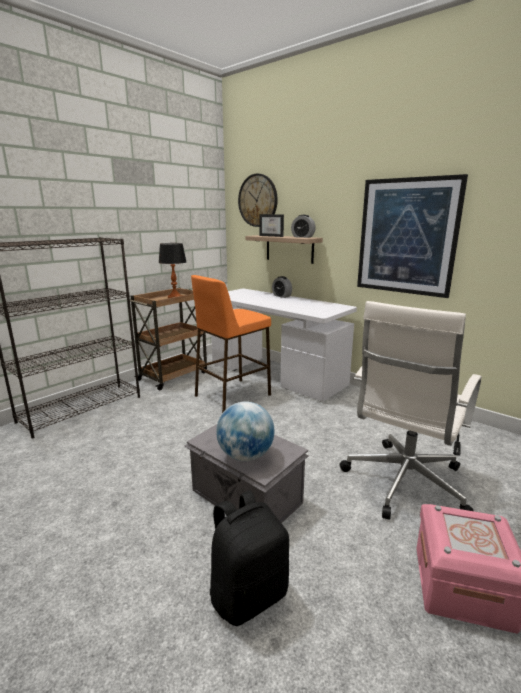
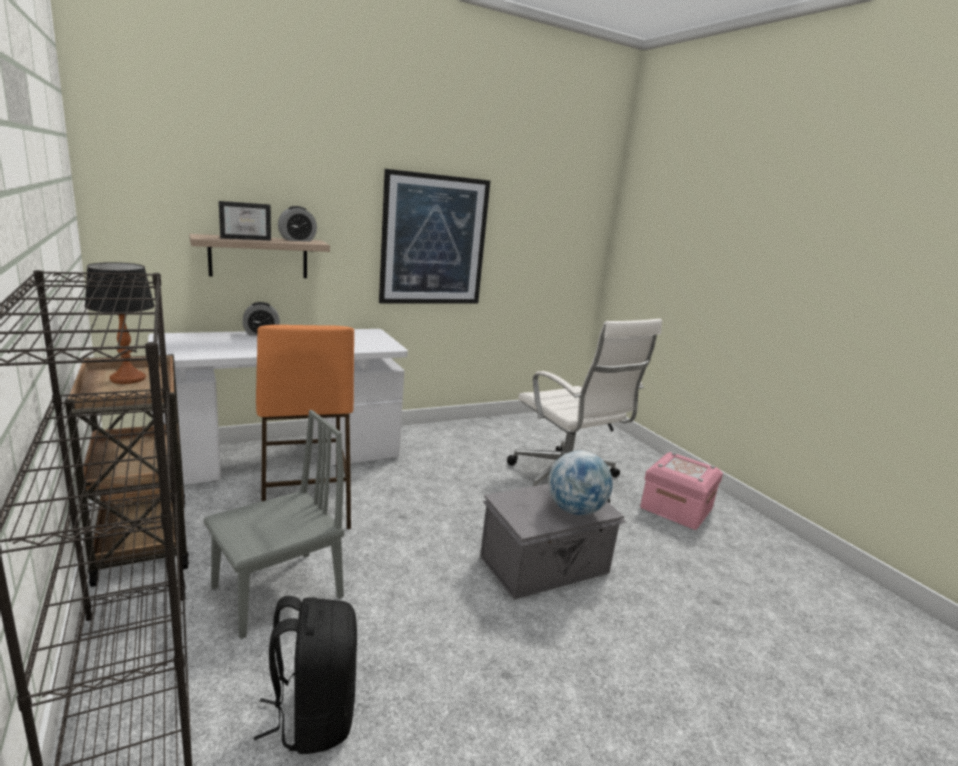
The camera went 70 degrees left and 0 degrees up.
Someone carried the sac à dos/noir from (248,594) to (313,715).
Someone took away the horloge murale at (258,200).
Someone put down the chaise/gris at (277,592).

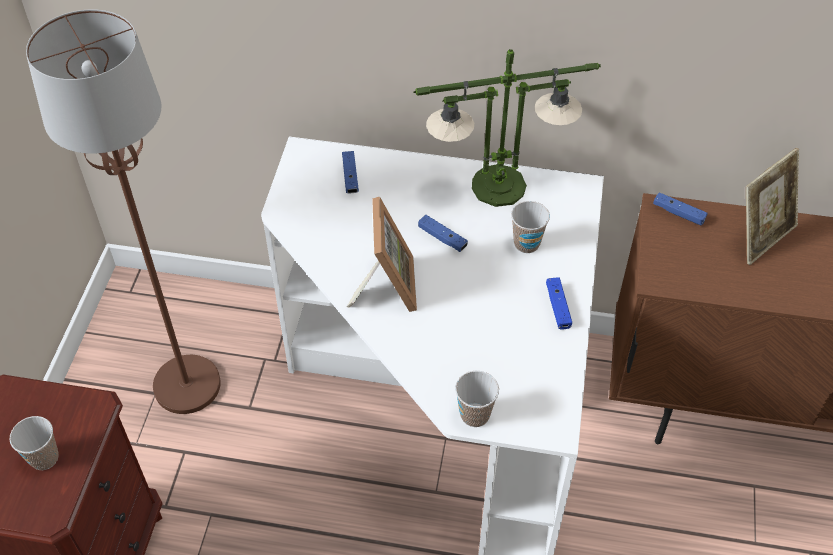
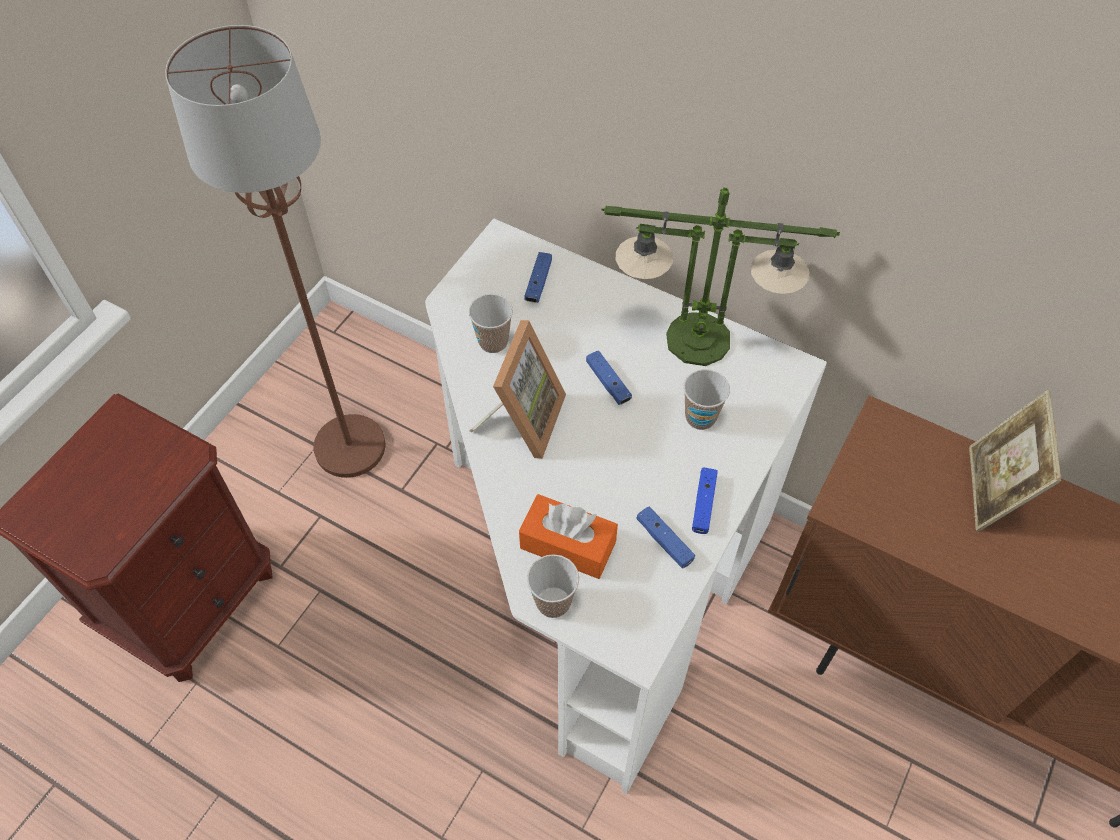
The camera went 20 degrees right and 5 degrees up.
Someone carried the tasse from (44,458) to (493,342).
Someone carried the manette/bleu from (678,213) to (664,541).
Someone rotated the cadre photo at (761,236) by 120 degrees clockwise.
Someone put down the boîte à mouchoirs/orange at (568,545).

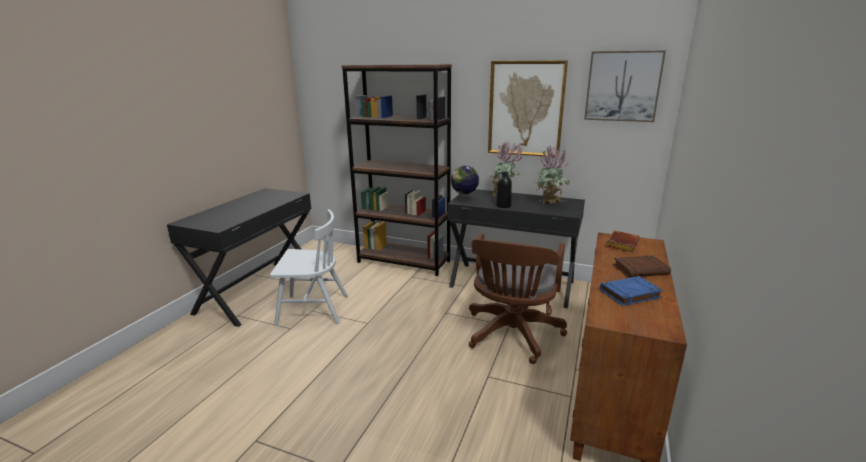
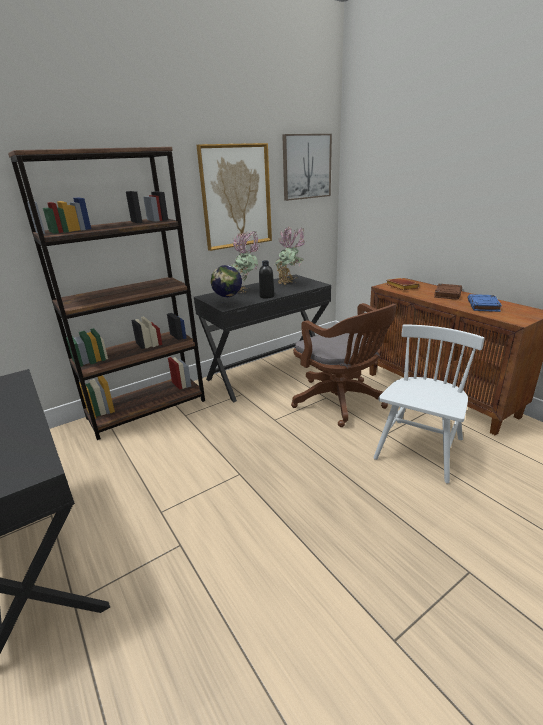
The camera went 55 degrees left and 5 degrees up.
Someone carried the chaise/blanc from (312,310) to (419,449).

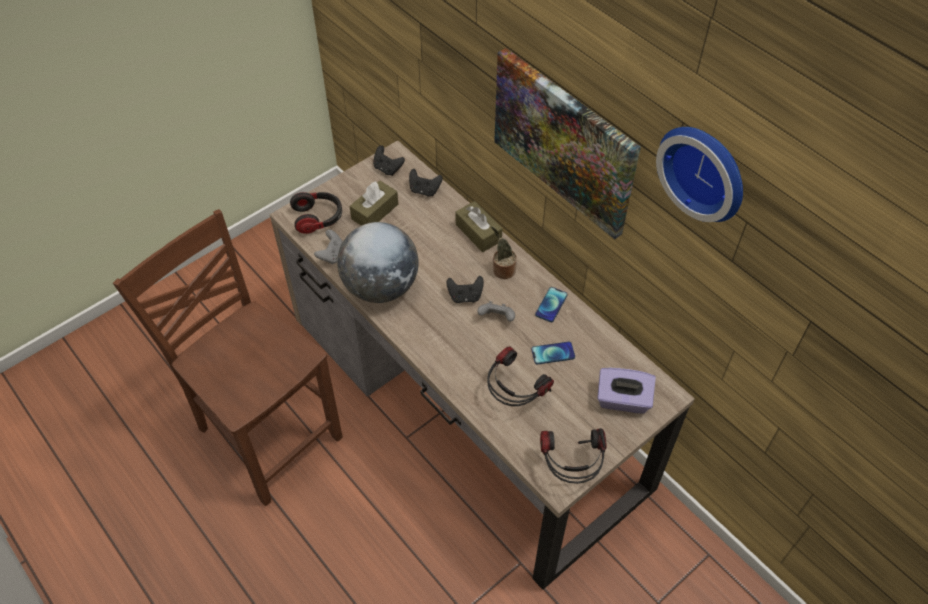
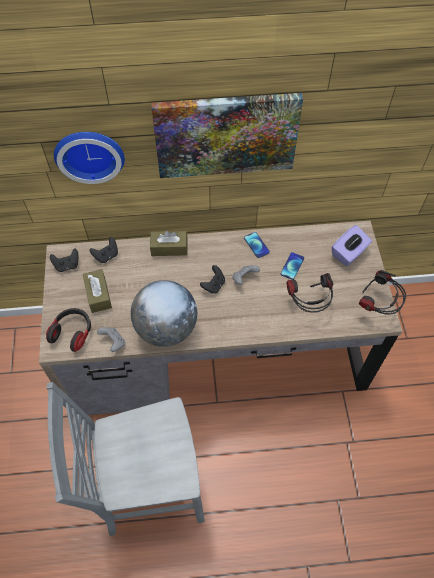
The camera went 55 degrees left and 5 degrees up.
Someone repainted the chaise/marron at (267,433), which became the chaise/gris at (148,489).
Someone took away the plante en pot at (502,269).
Someone carried the horloge murale from (705,170) to (89,153).

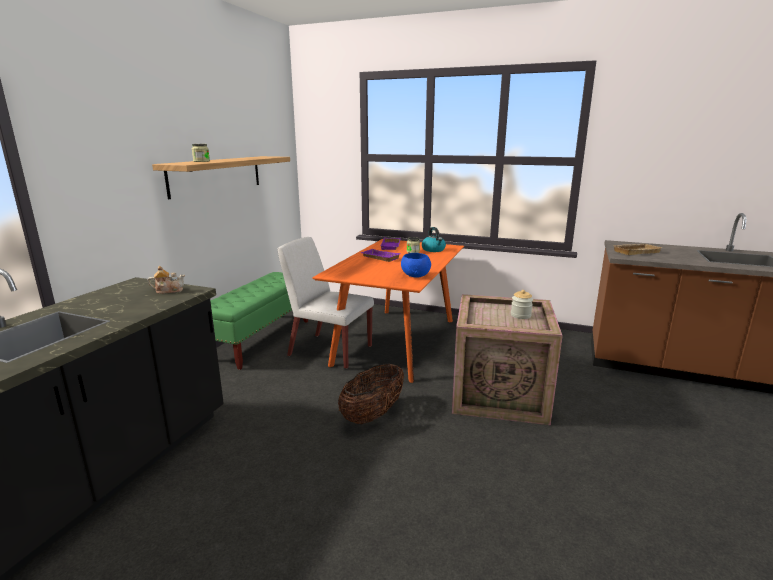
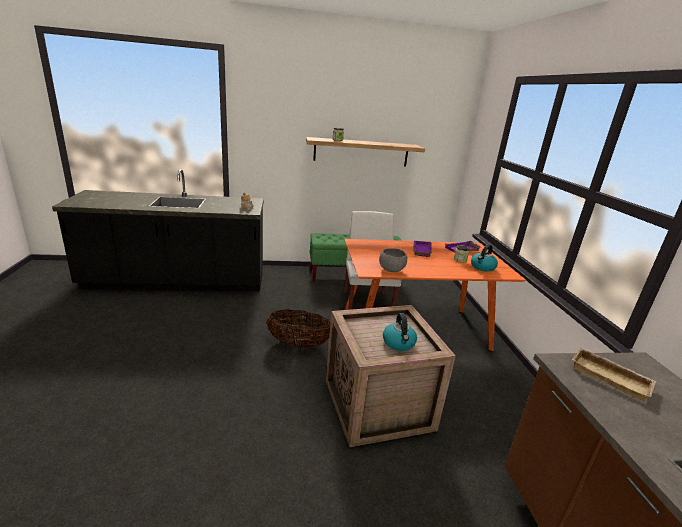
The camera went 60 degrees right and 5 degrees up.
Someone repainted the bol/bleu at (415,275), which became the bol/gris at (391,269).
Someone swapped the bocal at (520,315) for the bouilloire at (399,343).

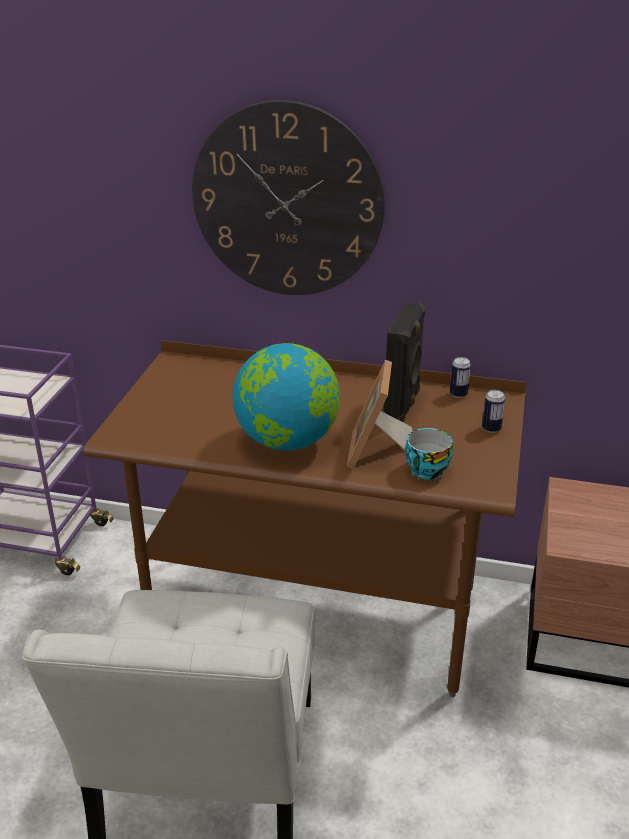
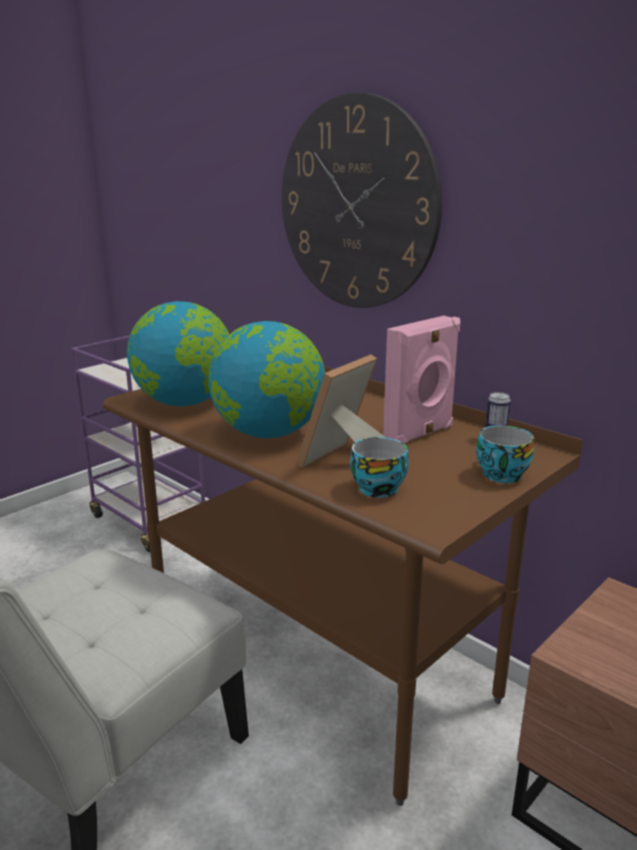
The camera went 30 degrees right and 10 degrees down.
Someone repainted the enceinte/noir at (403,406), which became the enceinte/rose at (420,434).
Someone swapped the boîte métallique at (491,428) for the tasse at (499,473).
Someone put down the globe at (184,403).

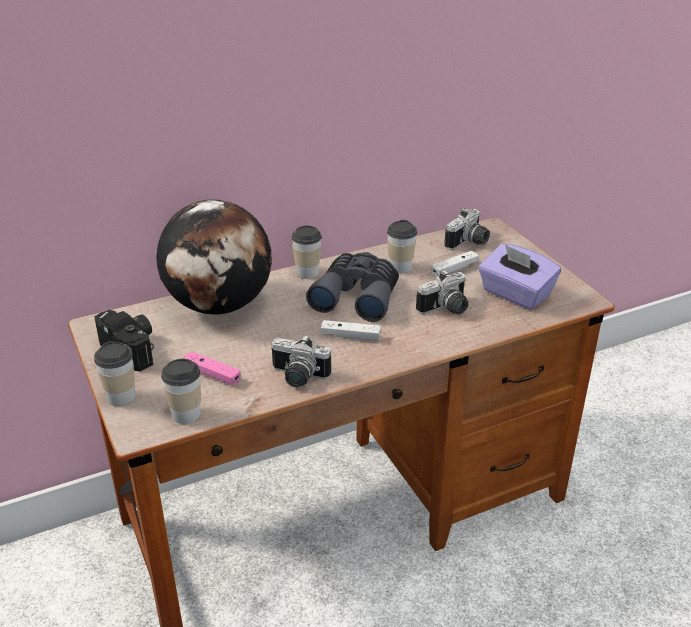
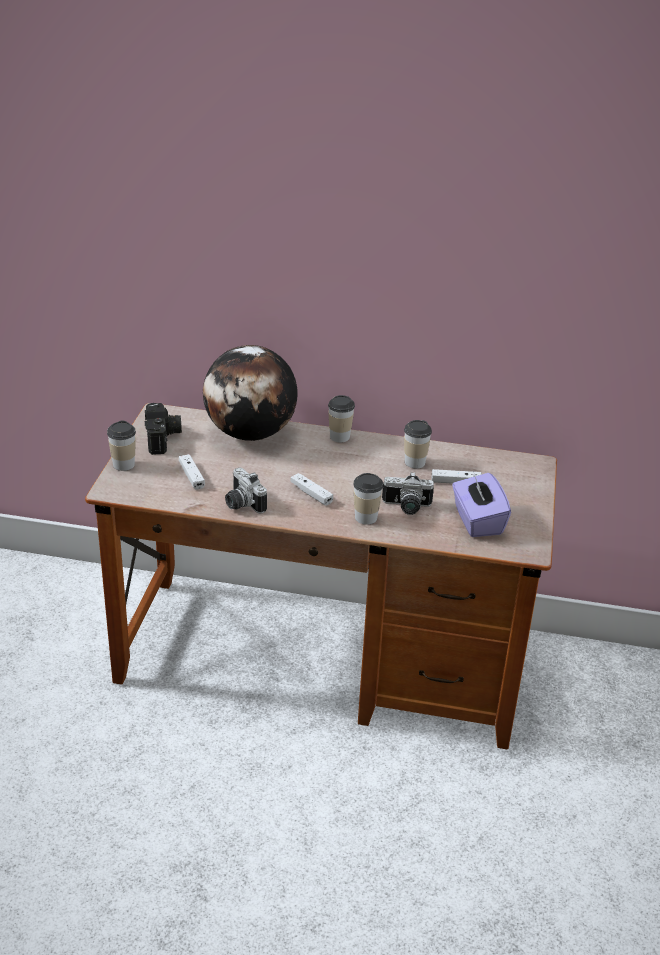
The camera went 35 degrees right and 0 degrees up.
Someone carried the tasse from (186,414) to (366,517).
Someone repainted the manette/rose at (212,374), which became the manette/blanc at (191,476).
Someone took away the jumelles/gris at (357,296).
Someone took away the appareil photo at (469,243).

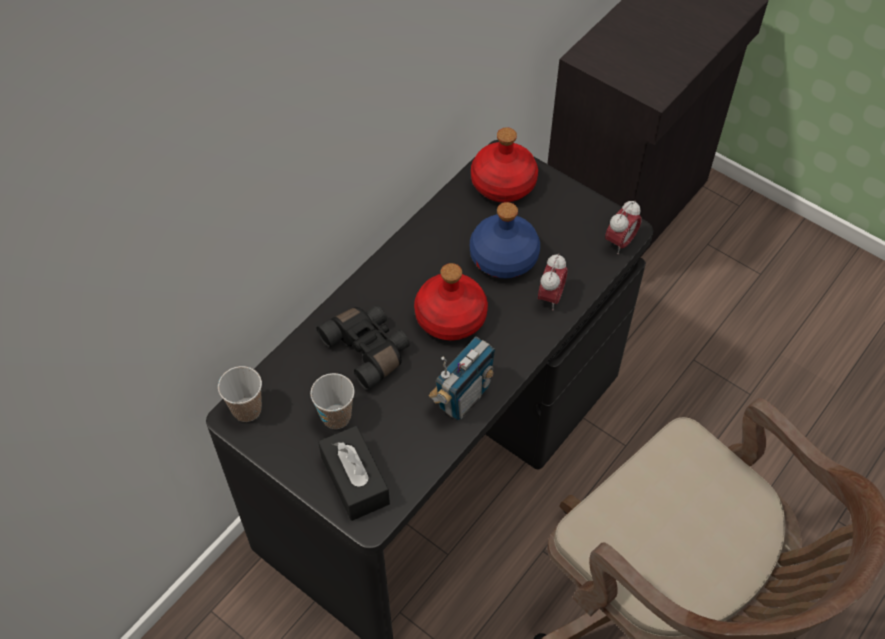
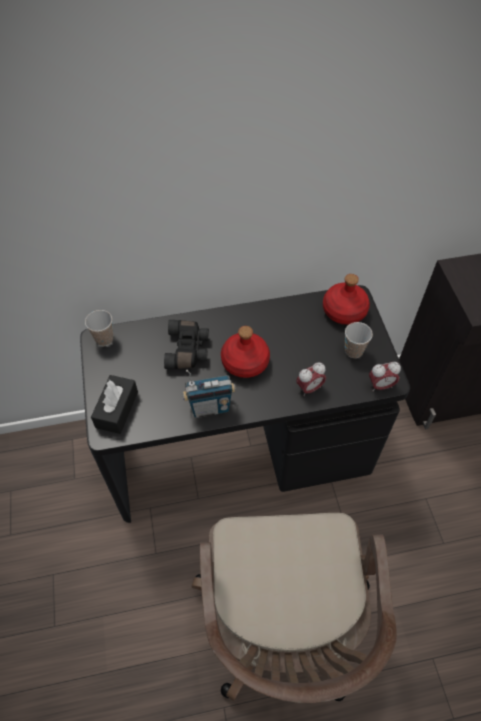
The camera went 40 degrees right and 0 degrees up.
Someone carried the tasse from (336,417) to (353,351).
Someone took away the bouteille/bleu at (503,257).

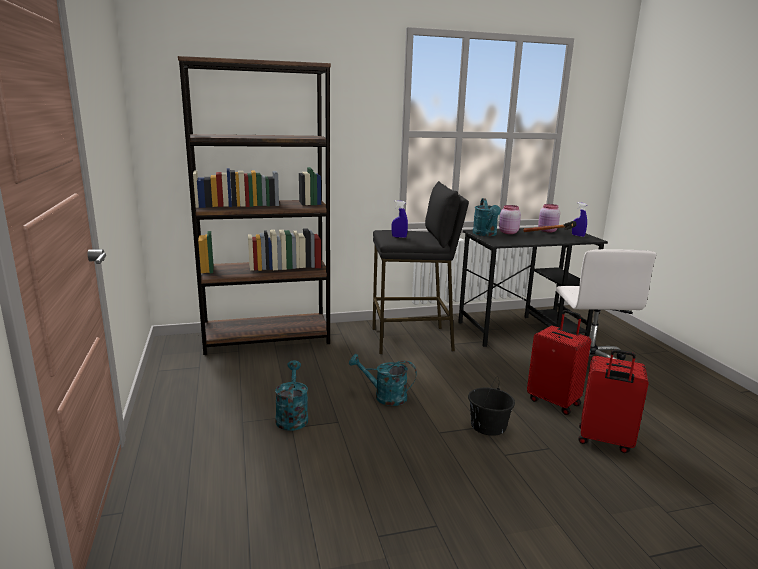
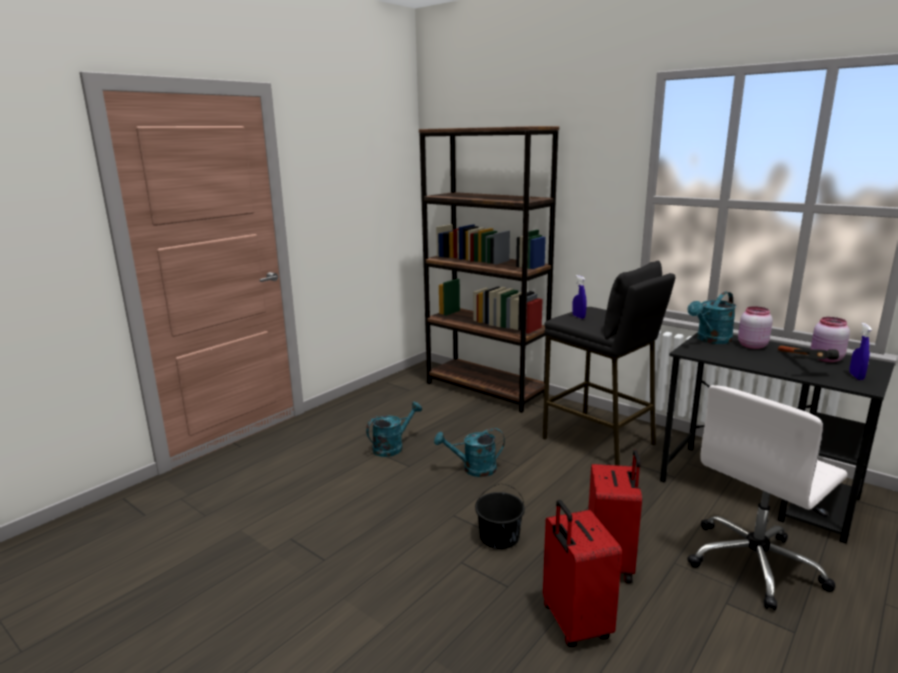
The camera went 55 degrees right and 0 degrees up.
Someone rotated the arrosoir/turquoise at (384,397) by 75 degrees counterclockwise.

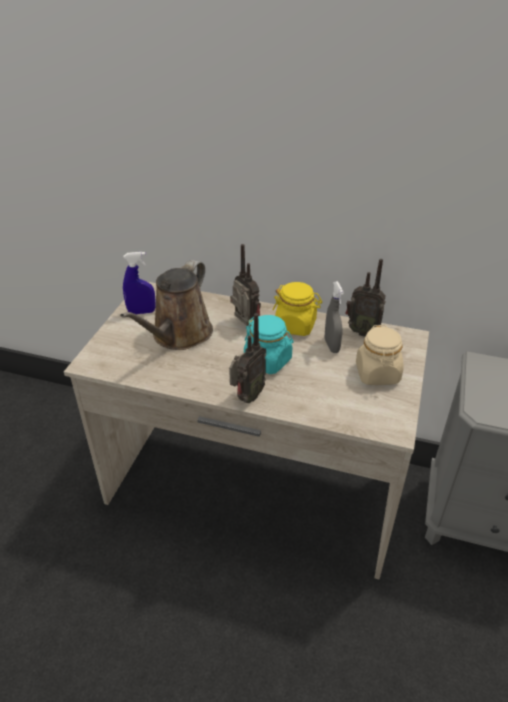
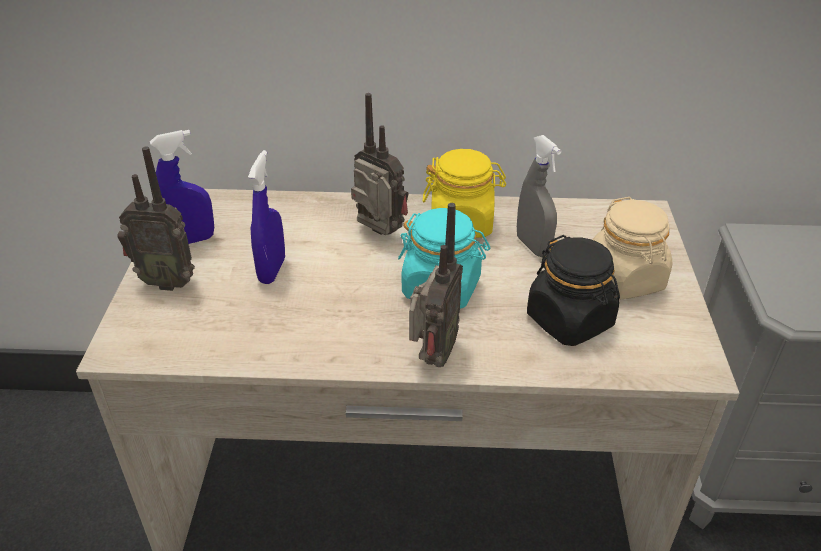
The camera went 15 degrees left and 0 degrees up.
Someone swapped the arrosoir/marron at (179,335) for the vaporisateur/bleu at (272,270).
Someone carried the radio from (362,331) to (167,281).
Someone put down the bocal/noir at (570,320).

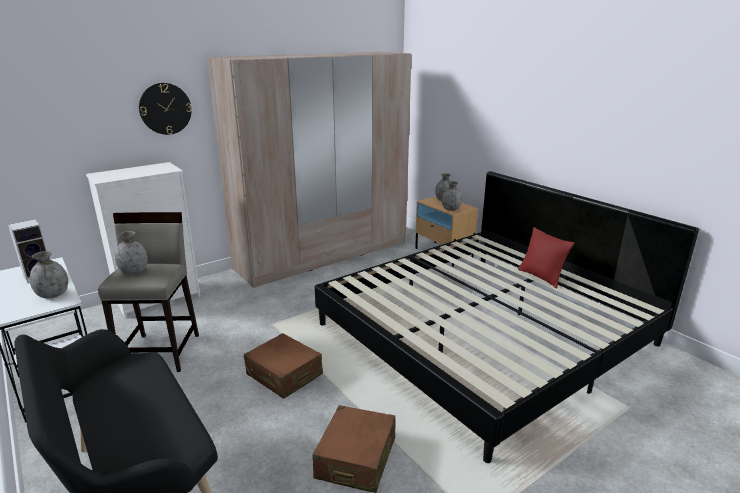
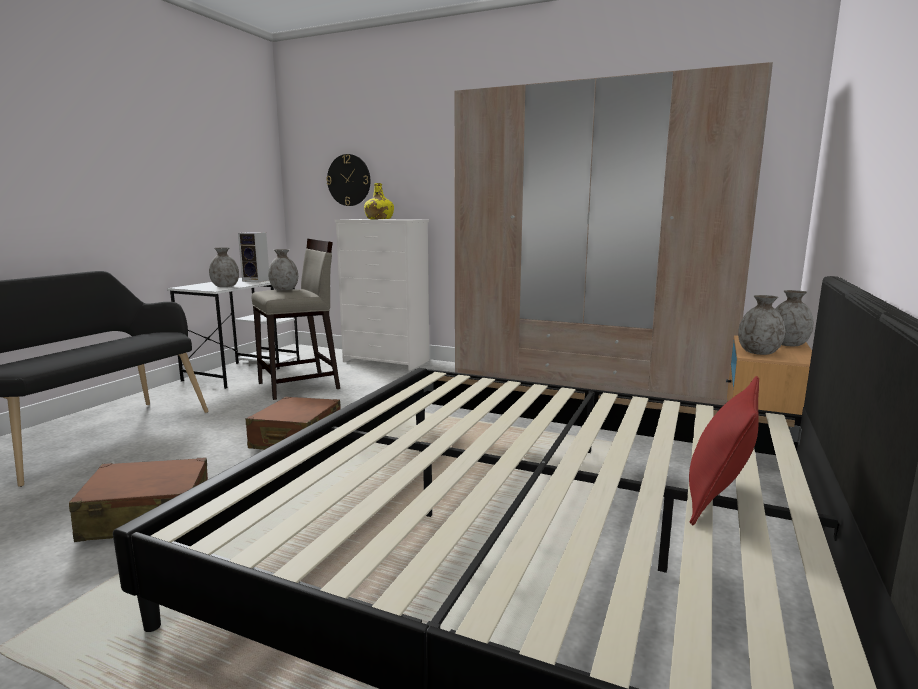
The camera went 60 degrees right and 10 degrees down.
Someone carried the horloge murale from (165,109) to (349,180).
Someone put down the bouteille/jaune at (379,219).

